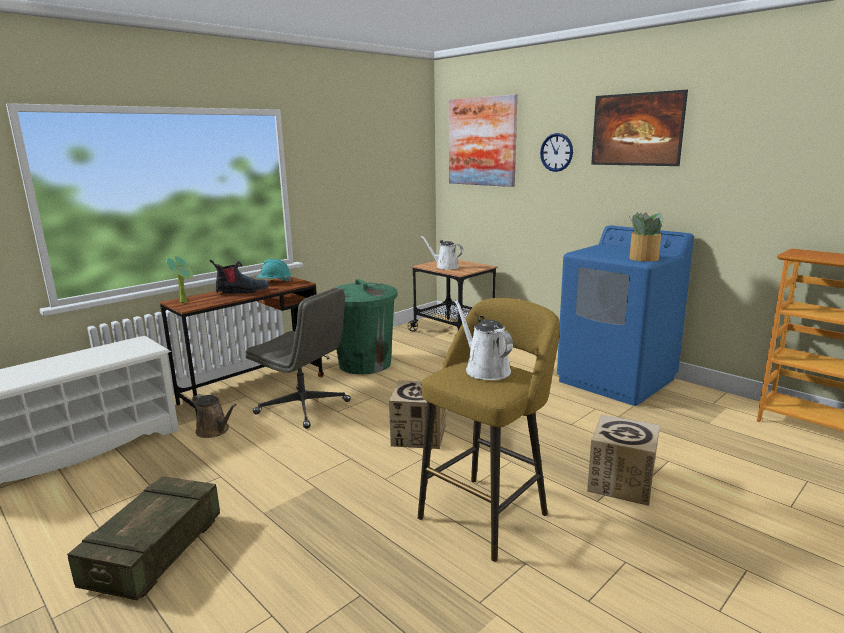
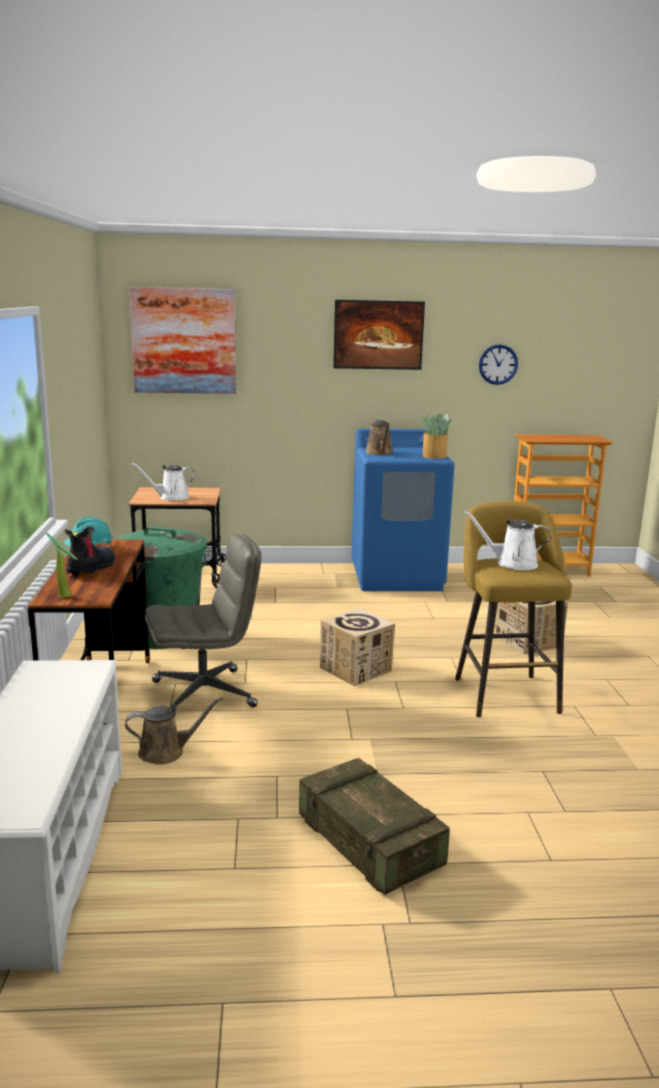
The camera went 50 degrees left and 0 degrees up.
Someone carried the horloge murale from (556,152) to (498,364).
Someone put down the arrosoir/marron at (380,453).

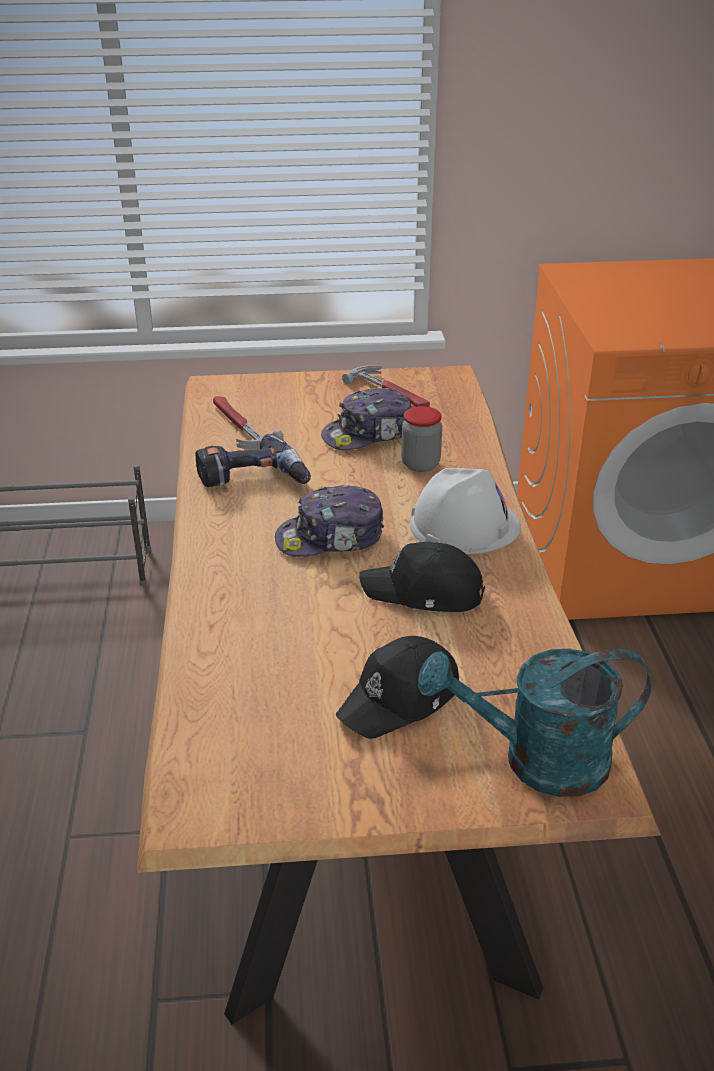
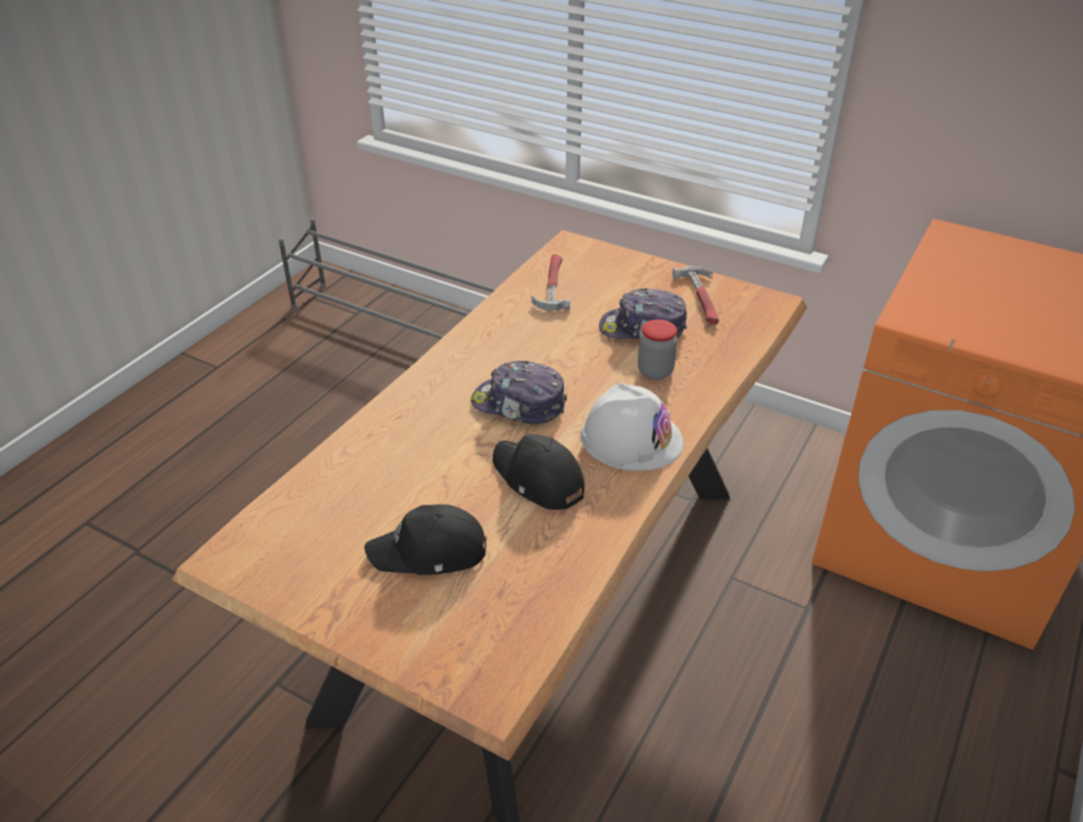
The camera went 35 degrees right and 5 degrees up.
Someone took away the perceuse at (253,482).
Someone took away the arrosoir/turquoise at (537,761).

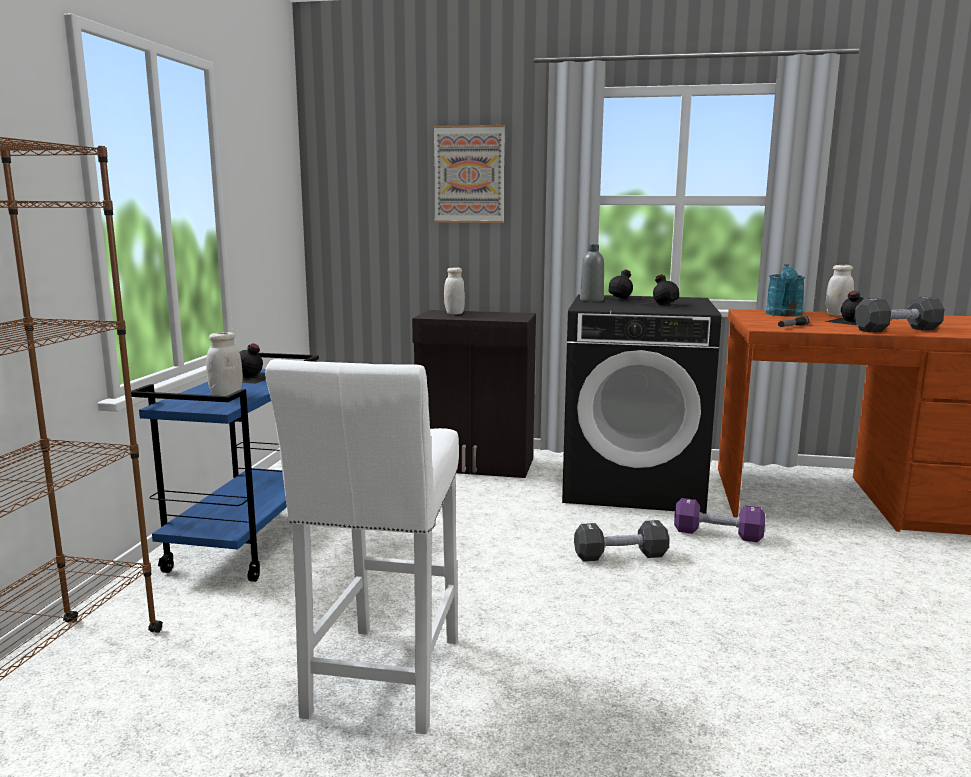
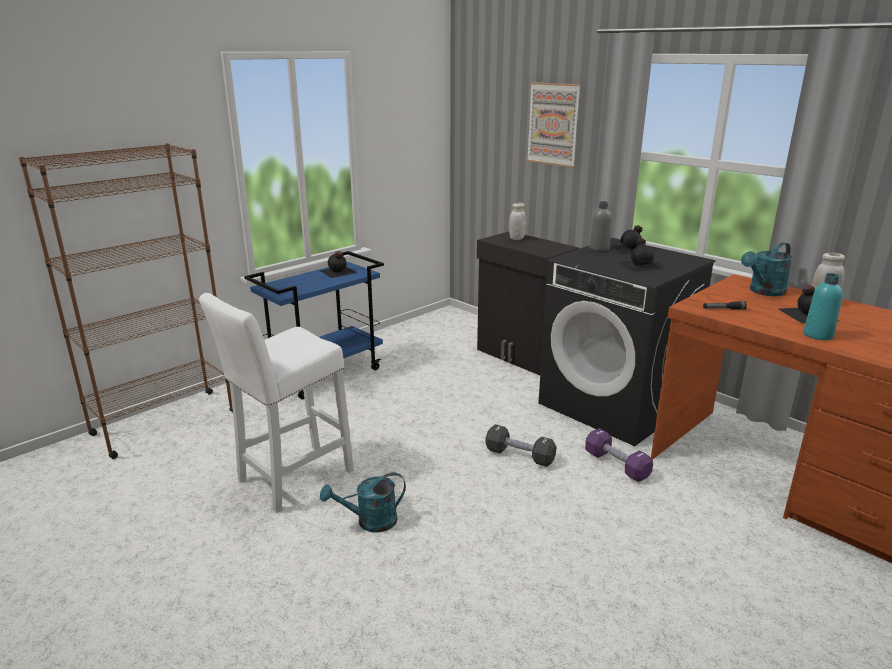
The camera went 35 degrees right and 10 degrees up.
Someone took away the bocal/blanc at (226,395).
Someone swapped the haltère/noir at (896,330) for the bouteille/turquoise at (818,335).
Someone put down the arrosoir/turquoise at (370,522).

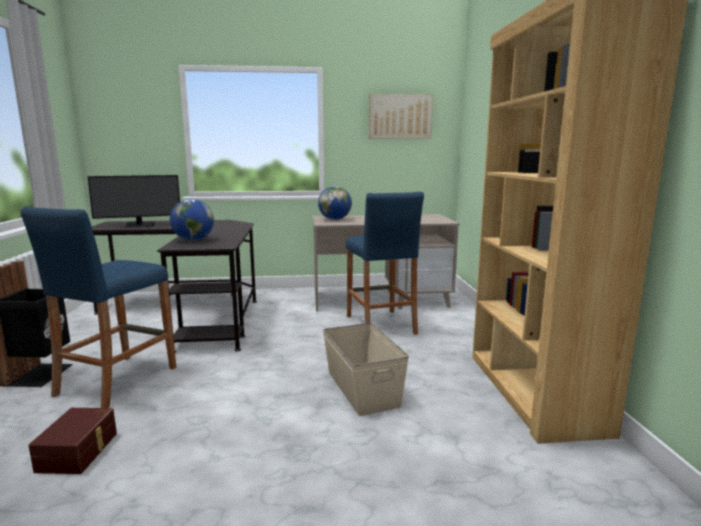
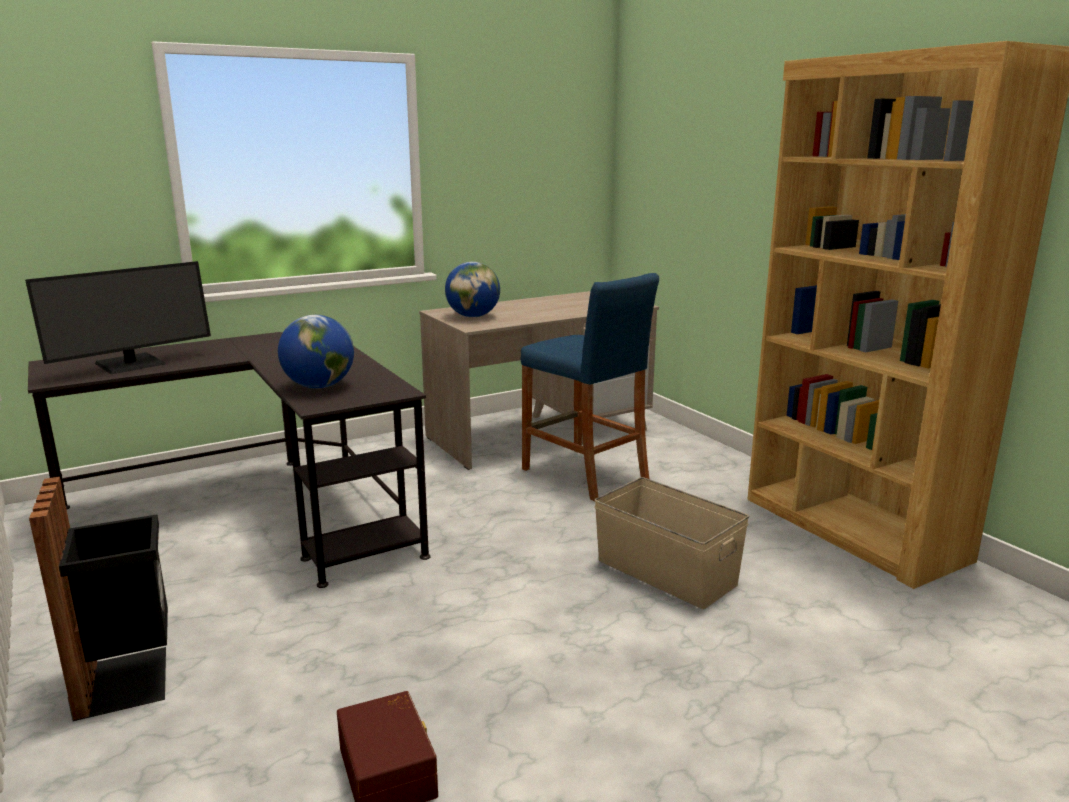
The camera went 25 degrees left and 5 degrees up.
Someone took away the tabouret/bleu at (117,380).
Someone took away the tableau at (400,116).

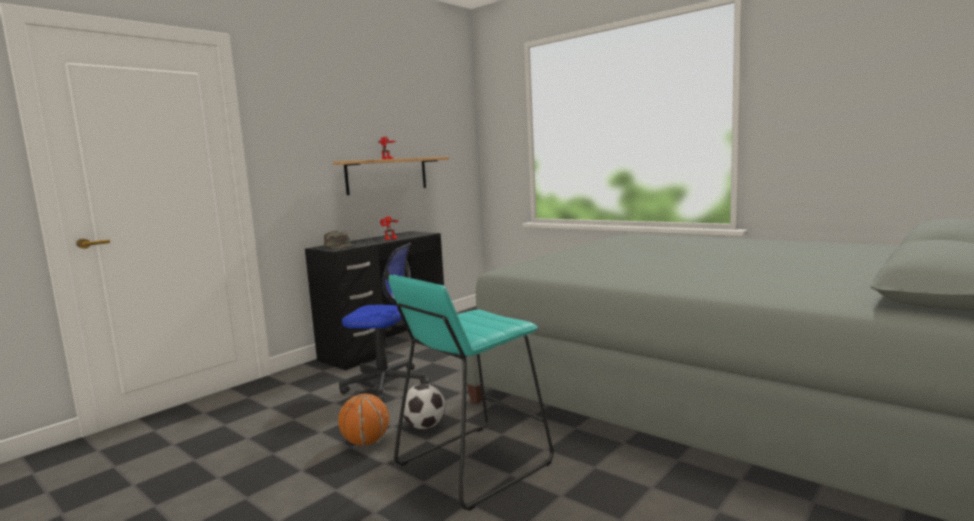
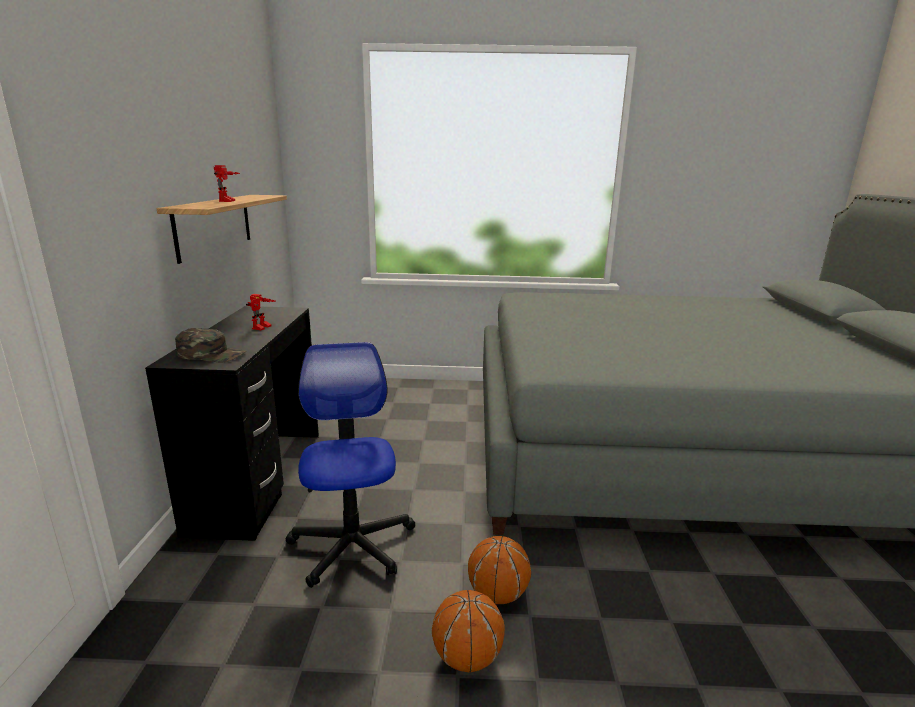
The camera went 40 degrees left and 10 degrees up.
Someone rotated the chaise de bureau at (386,384) by 75 degrees counterclockwise.
Someone took away the tabouret/turquoise at (473,463).
Someone swapped the ballon de foot at (424,426) for the ballon de basket at (497,594).

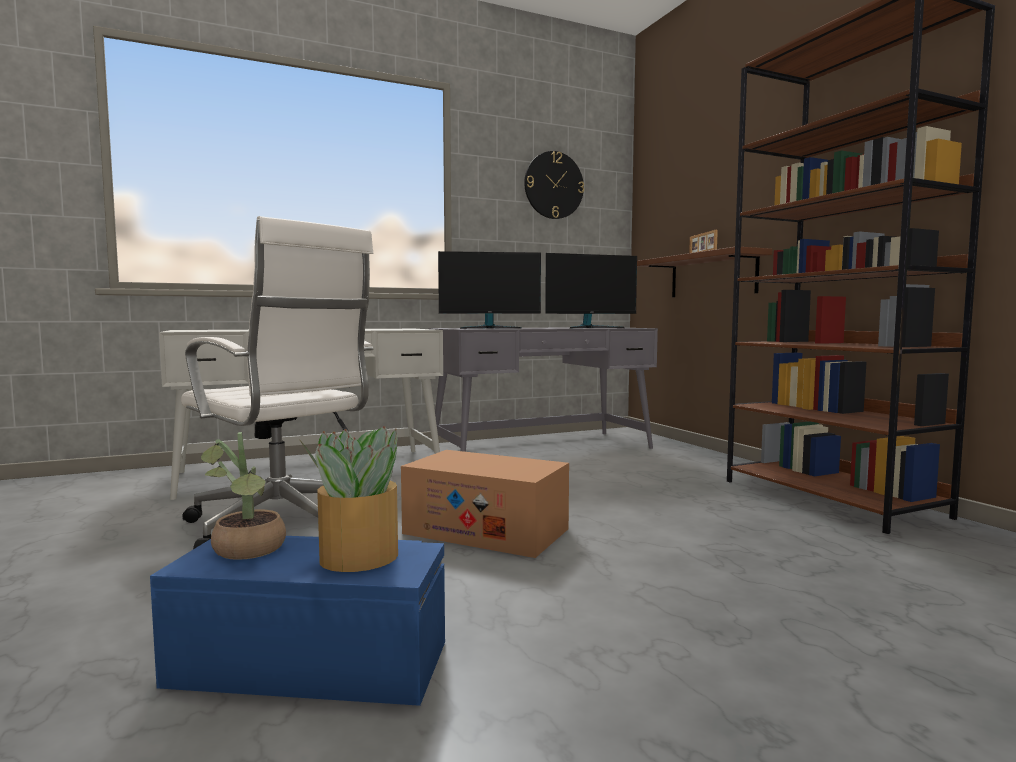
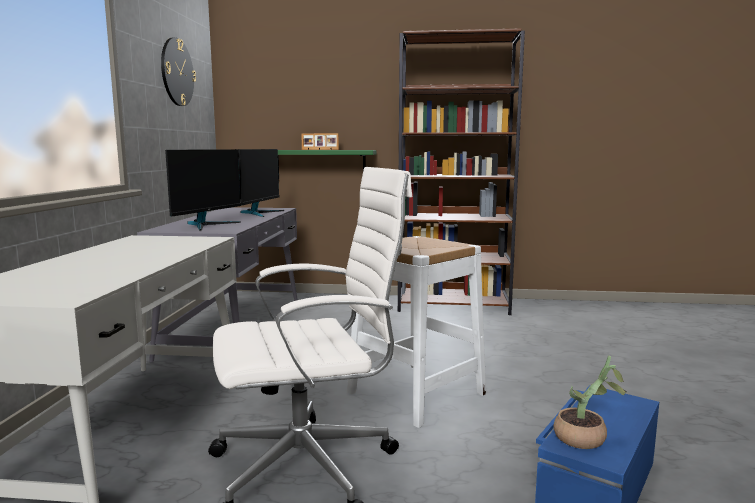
The camera went 60 degrees left and 5 degrees up.
Someone took away the plante en pot at (357,557).
Someone swapped the carton at (486,531) for the tabouret/blanc at (416,392).
Someone repainted the étagère/marron at (712,275), which became the étagère/vert at (320,164).

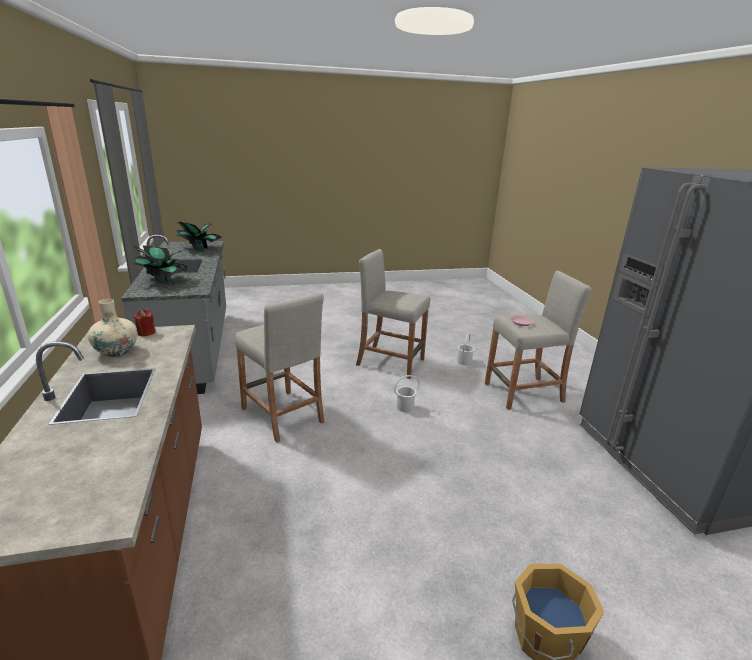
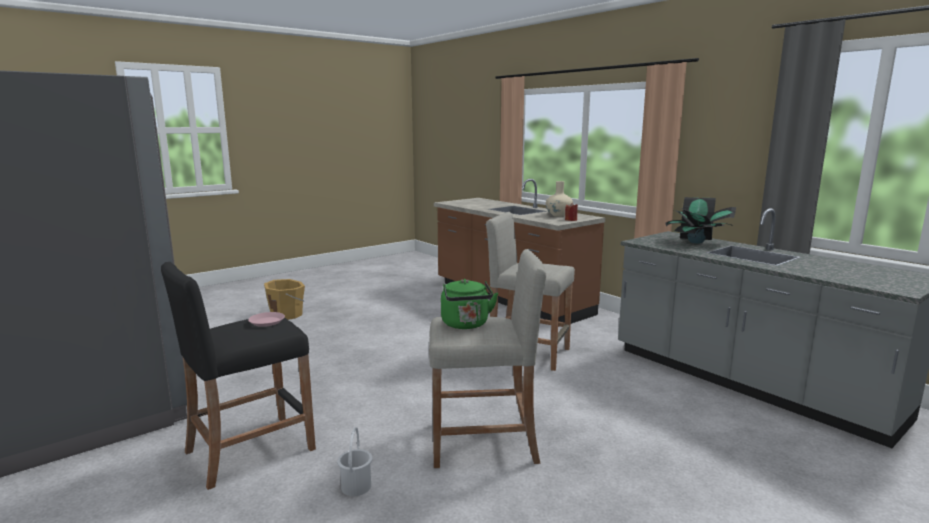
The camera went 155 degrees right and 10 degrees down.
Someone took away the plante en pot at (198,248).
Someone took away the seau/blanc at (405,407).
Someone repainted the tabouret/beige at (524,393), which became the tabouret/noir at (250,450).
Someone put down the bouilloire/vert at (466,325).

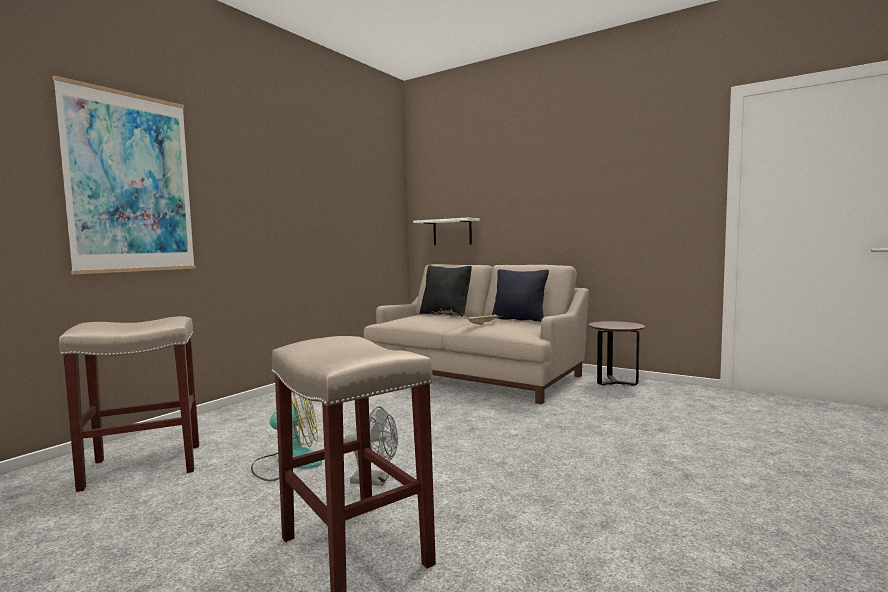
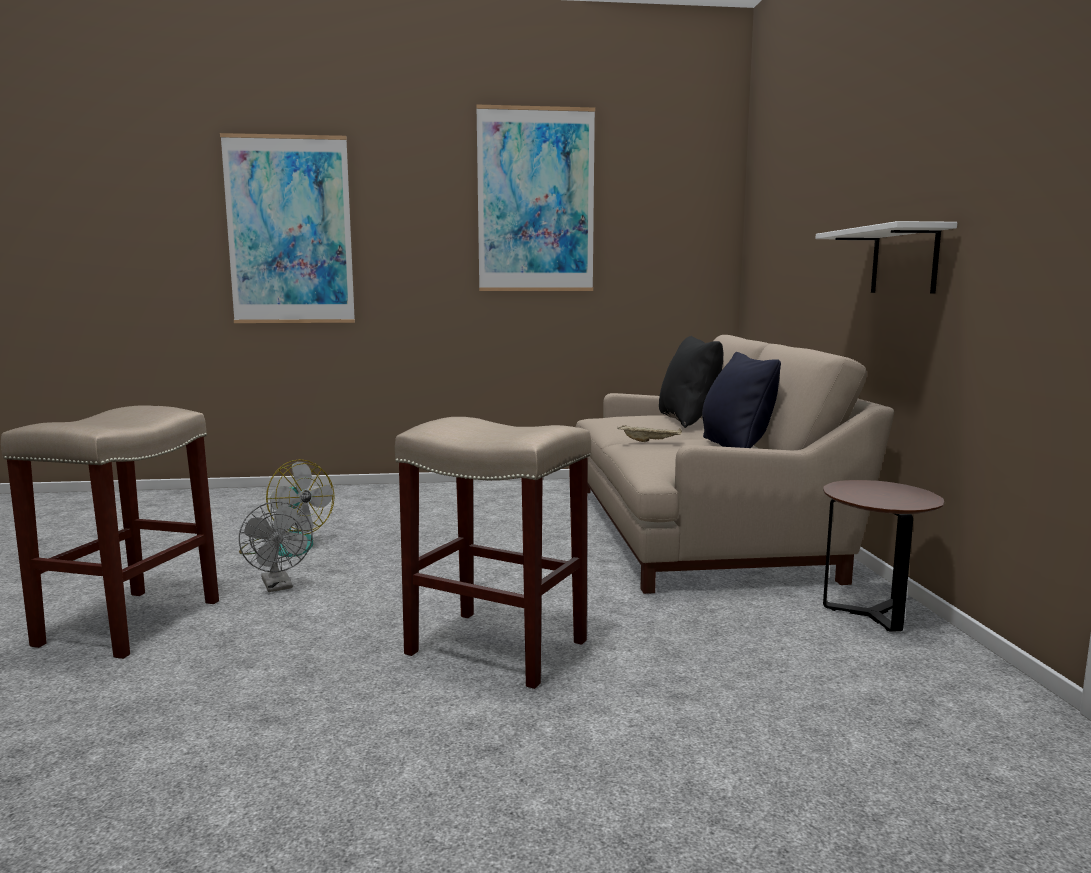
The camera went 50 degrees right and 5 degrees up.
Someone carried the tabouret/beige from (145,465) to (499,647).
Someone carried the étagère/blanc from (452,232) to (904,261).
Someone put up the tableau at (536,200).

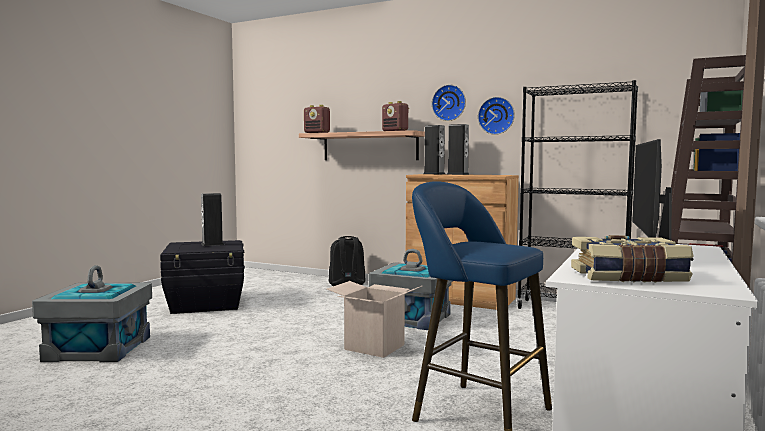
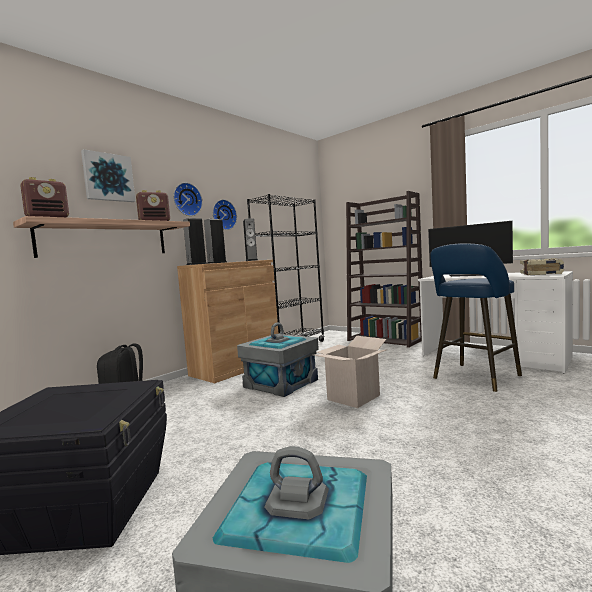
The camera went 75 degrees left and 0 degrees up.
Someone carried the enceinte from (212,244) to (251,260).
Someone put up the tableau at (108,177).

